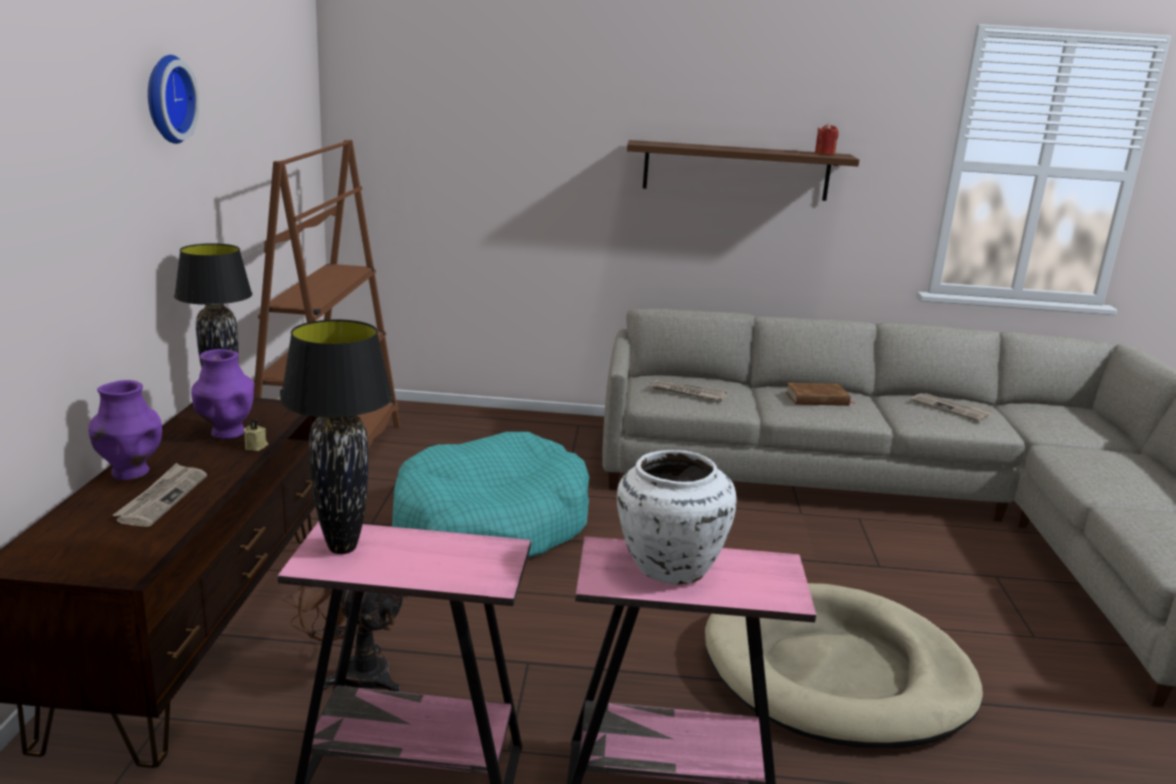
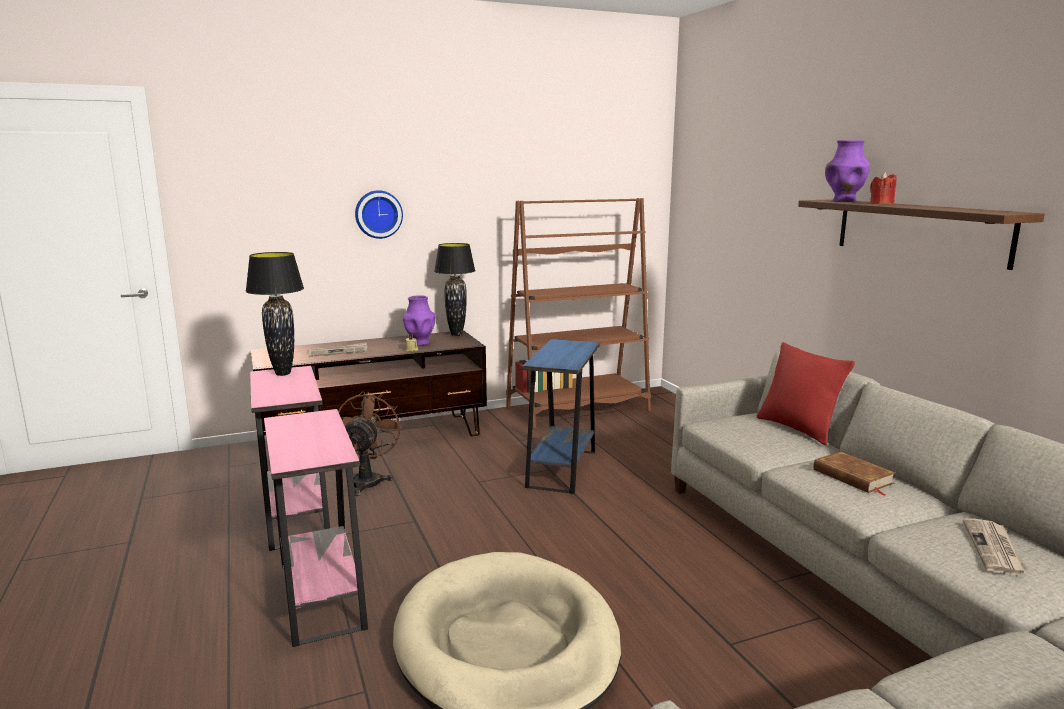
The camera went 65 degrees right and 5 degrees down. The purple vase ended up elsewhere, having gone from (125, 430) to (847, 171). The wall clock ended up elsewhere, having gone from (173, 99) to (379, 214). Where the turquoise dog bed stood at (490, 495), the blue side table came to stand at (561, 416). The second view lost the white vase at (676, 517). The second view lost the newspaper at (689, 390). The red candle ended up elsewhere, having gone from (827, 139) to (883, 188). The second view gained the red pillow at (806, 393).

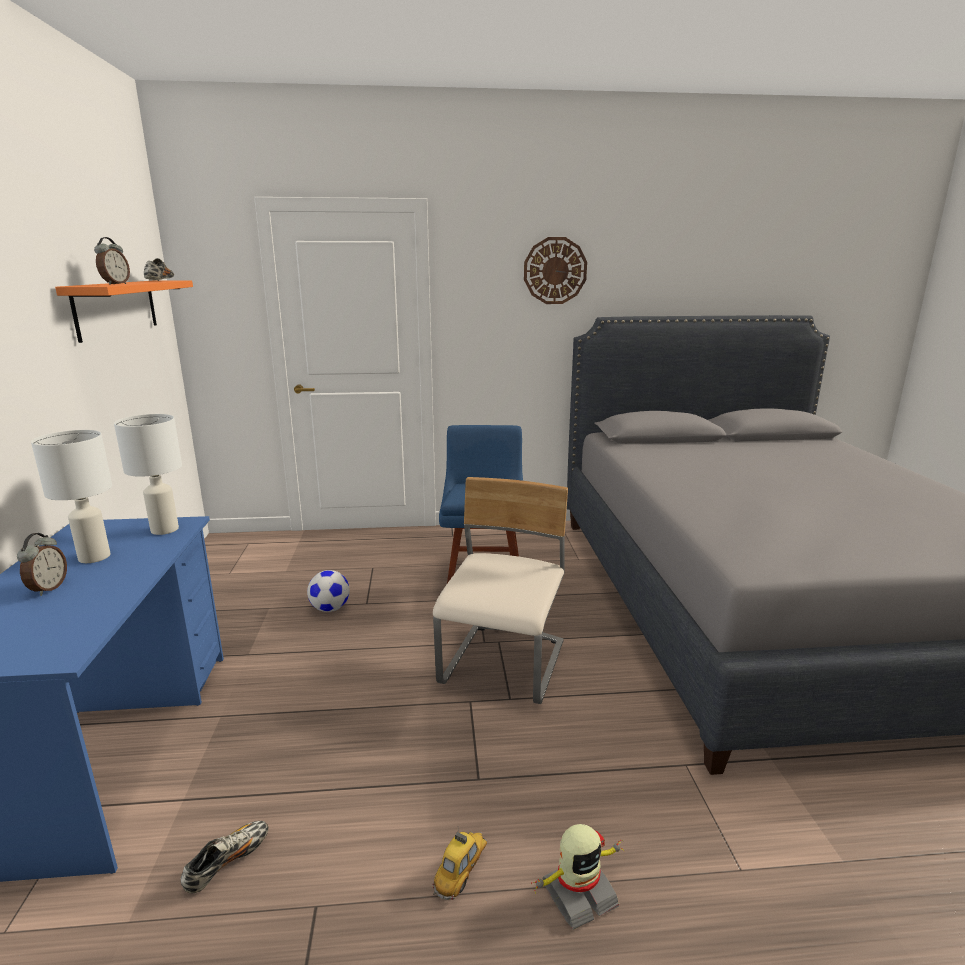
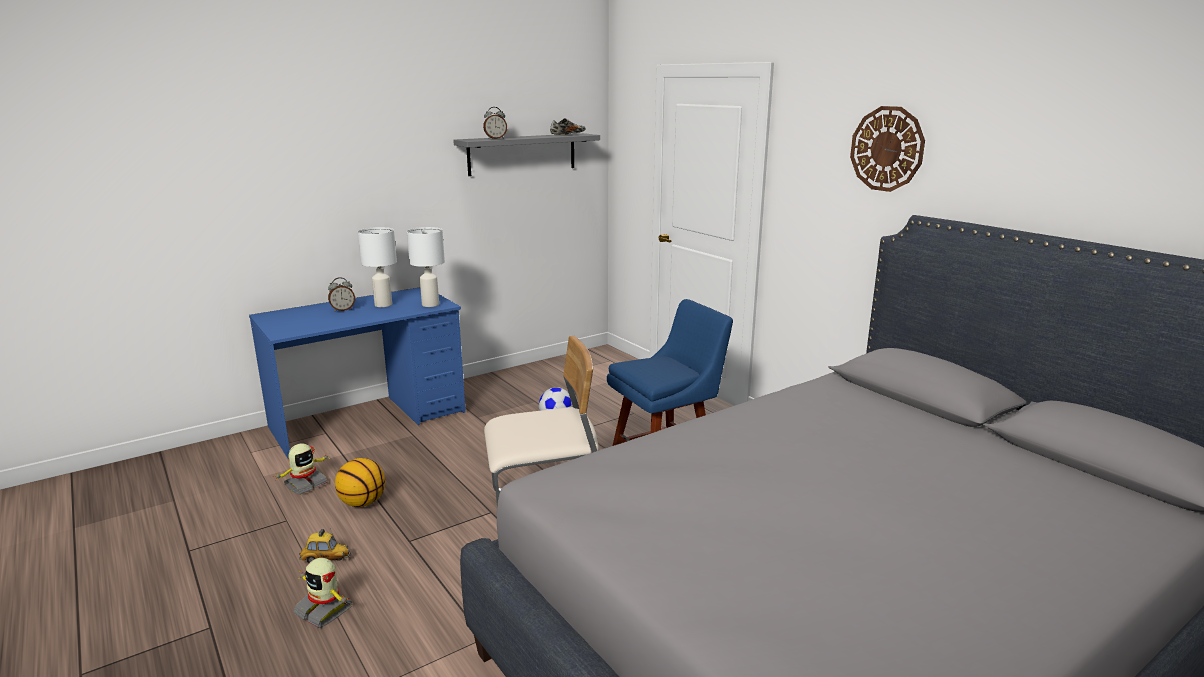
The camera went 60 degrees right and 0 degrees up. What was the orange shelf at (124, 311) turned into the grey shelf at (526, 154). Where the shoe stood at (224, 857), the toy robot came to stand at (303, 469). The second view gained the basketball at (360, 482).

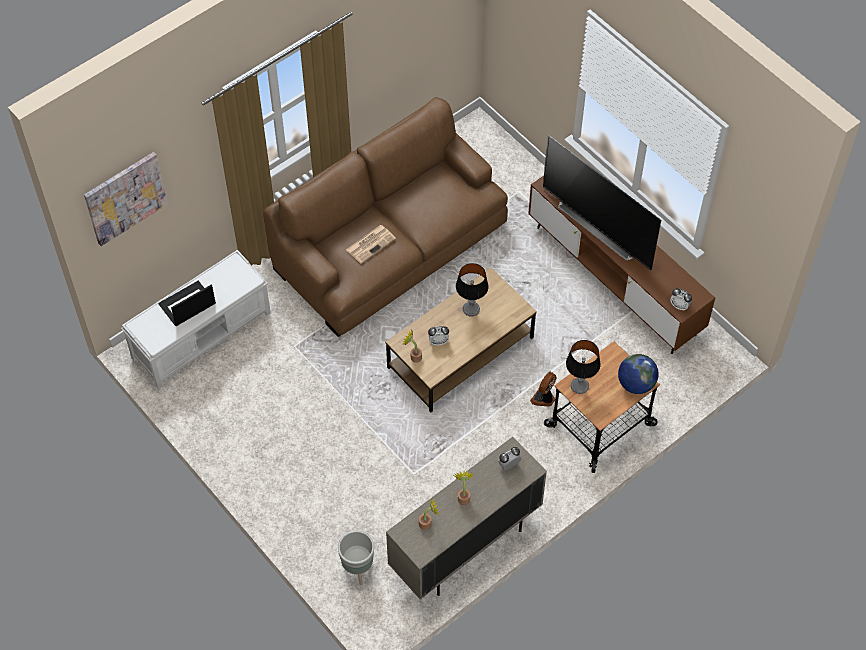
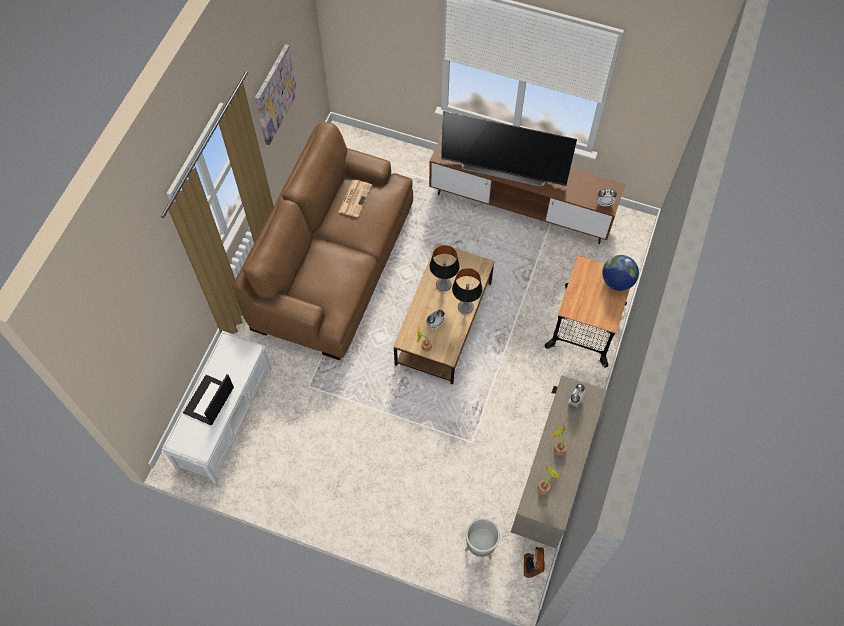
The camera went 30 degrees left and 5 degrees up. The picture ended up elsewhere, having gone from (126, 199) to (276, 94). The newspaper ended up elsewhere, having gone from (371, 244) to (355, 198). The fan ended up elsewhere, having gone from (543, 389) to (534, 562). The table lamp ended up elsewhere, having gone from (583, 367) to (467, 291).

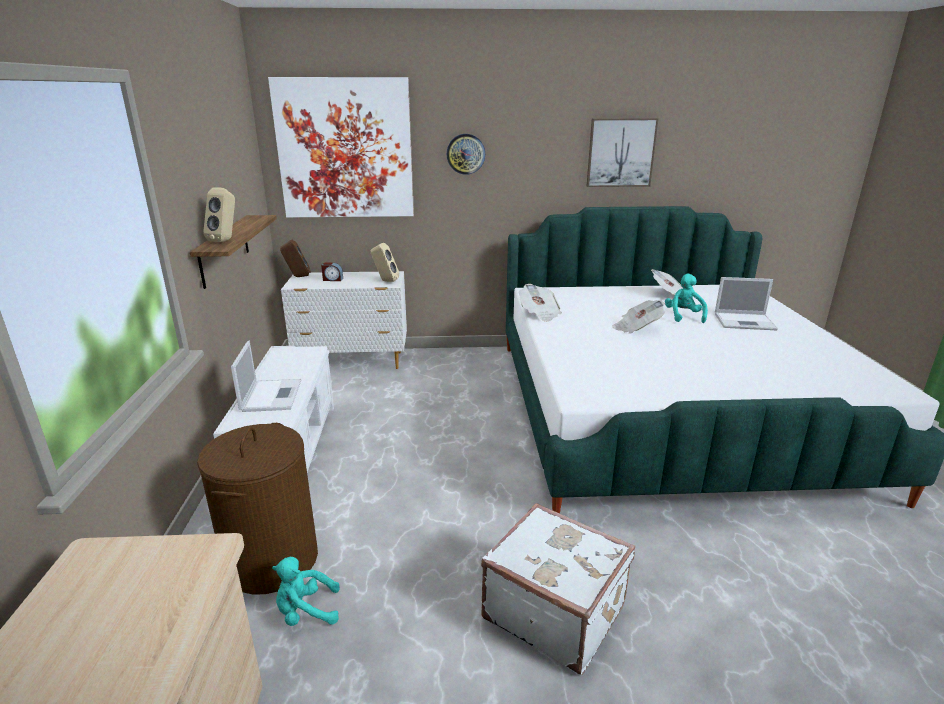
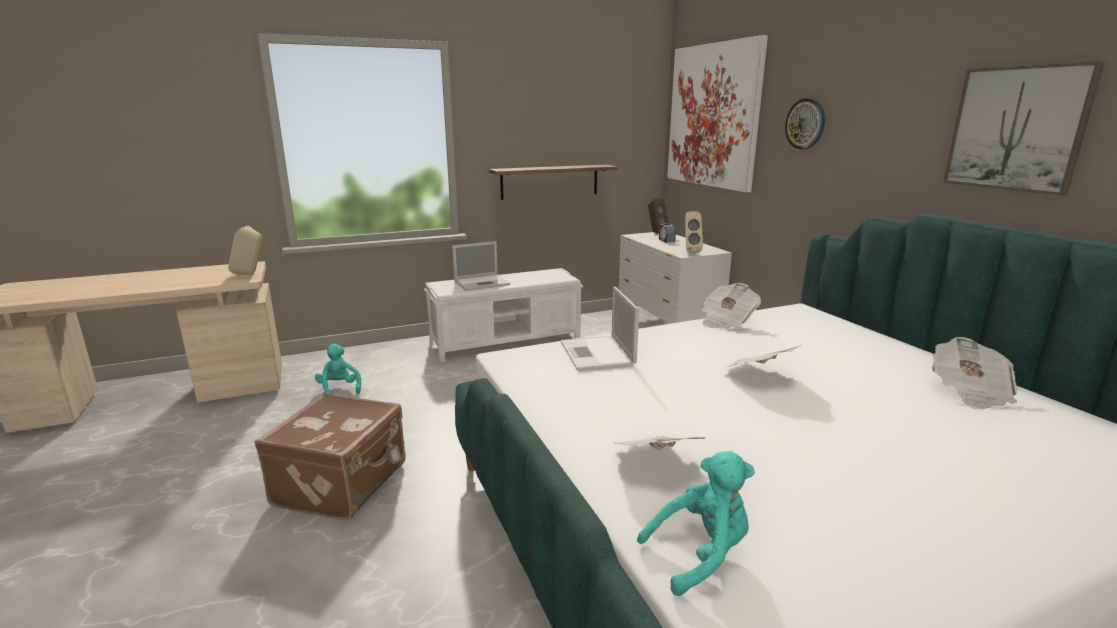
The camera went 70 degrees right and 5 degrees down. The second view lost the brown laundry basket at (257, 509). The beige speaker ended up elsewhere, having gone from (219, 214) to (245, 250). What was the white suitcase at (558, 589) turned into the brown suitcase at (330, 457). The turquoise plush toy ended up elsewhere, having gone from (686, 298) to (696, 523). The laptop ended up elsewhere, having gone from (746, 303) to (600, 328). The second view gained the newspaper at (660, 443).

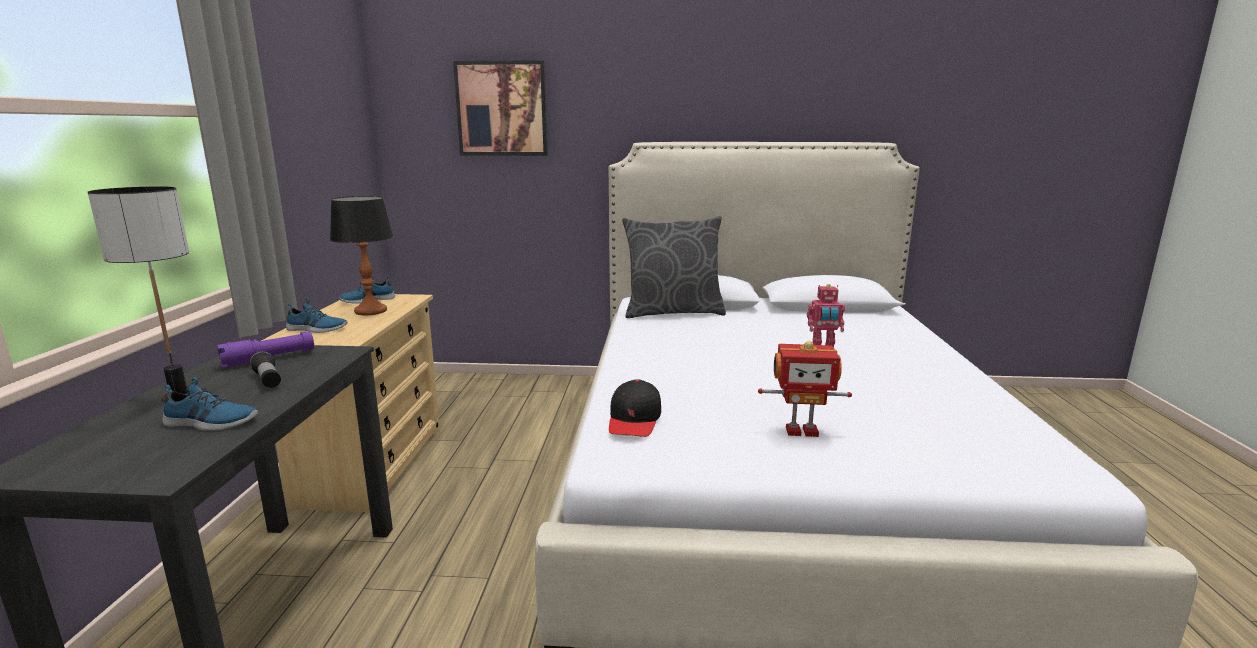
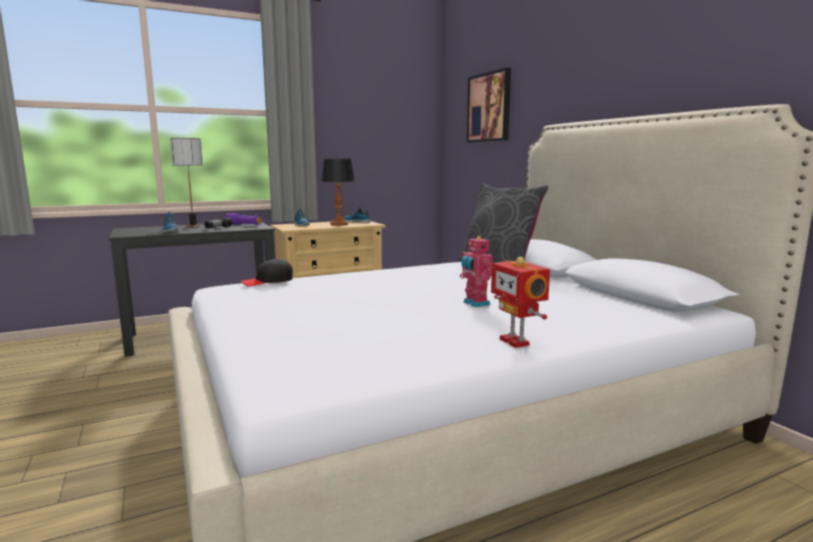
The camera went 60 degrees right and 5 degrees down. The toy robot ended up elsewhere, having gone from (805, 389) to (520, 302).

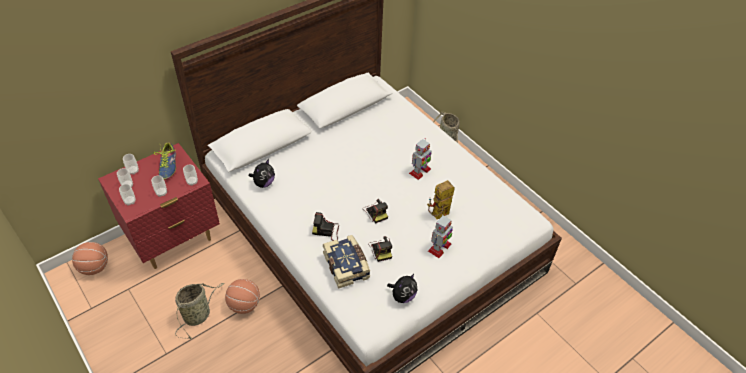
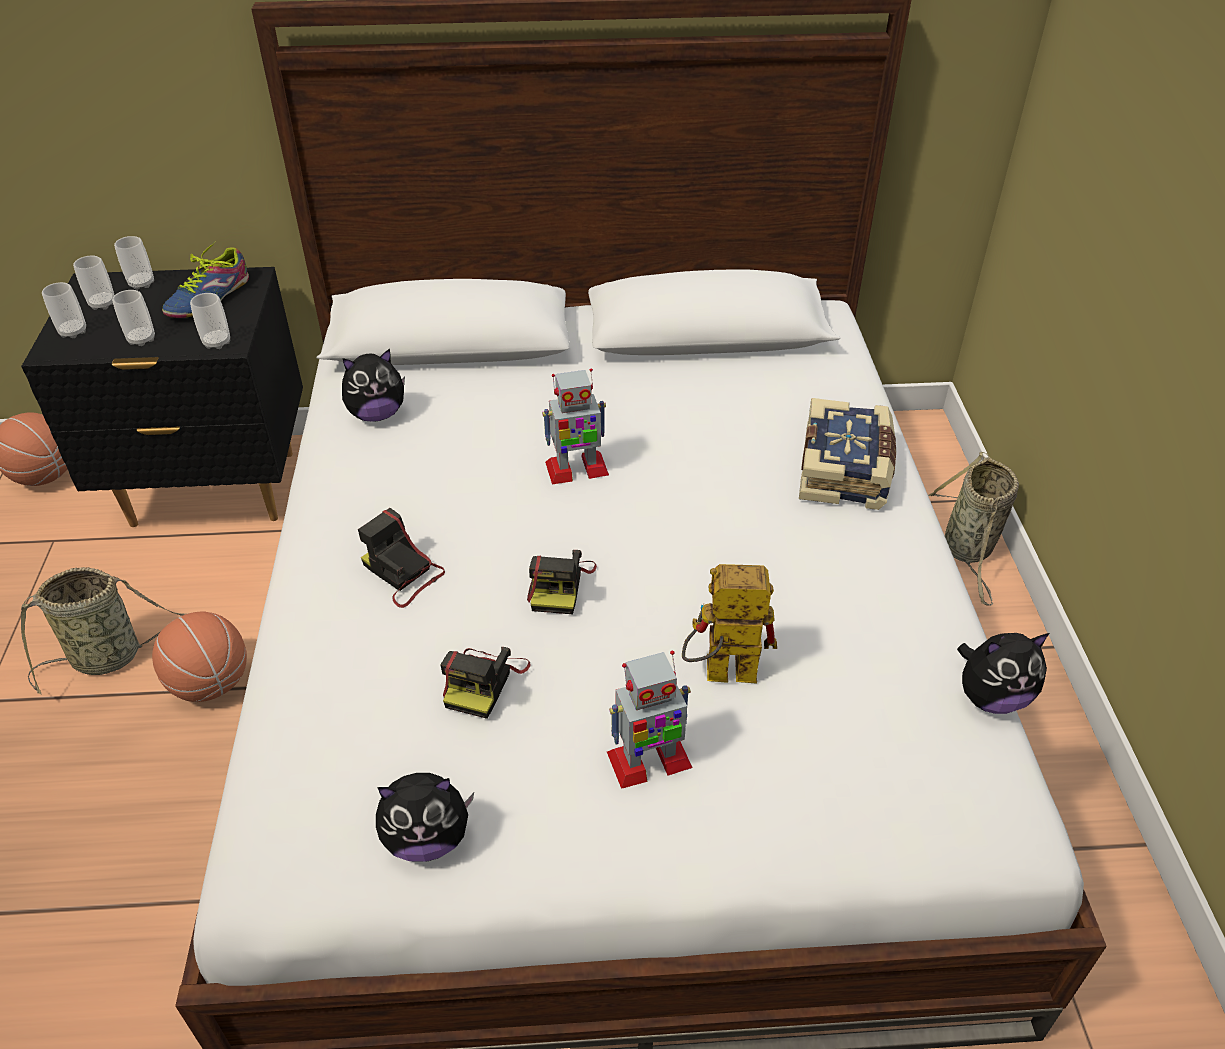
The camera went 35 degrees right and 5 degrees down. What was the red nightstand at (159, 206) turned into the black nightstand at (162, 397). The book ended up elsewhere, having gone from (346, 262) to (847, 454). The toy robot ended up elsewhere, having gone from (420, 159) to (575, 426). The second view gained the plush toy at (1003, 673).

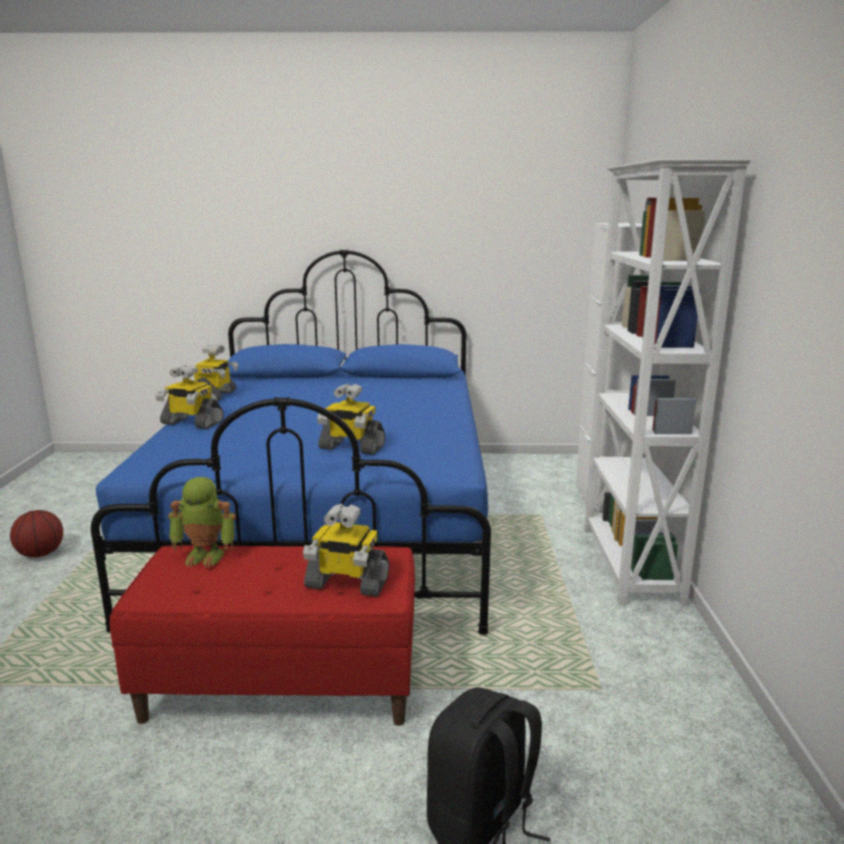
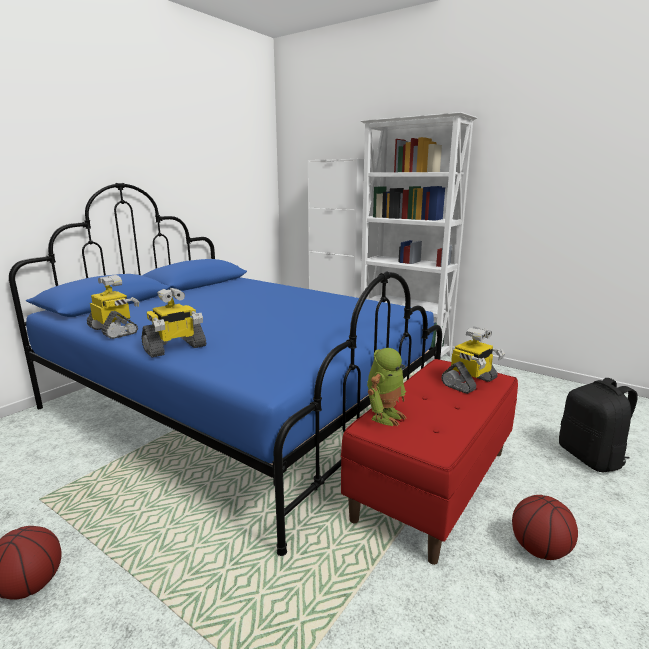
The camera went 55 degrees left and 0 degrees up. The second view lost the toy robot at (351, 419). The second view gained the basketball at (545, 527).

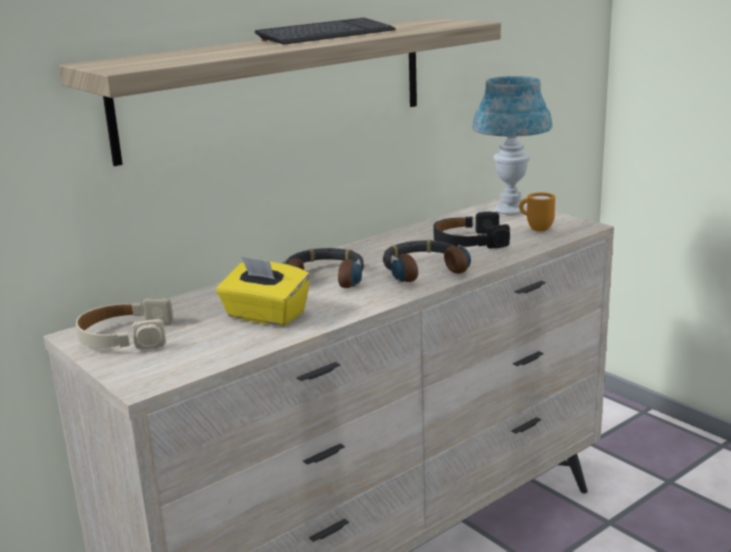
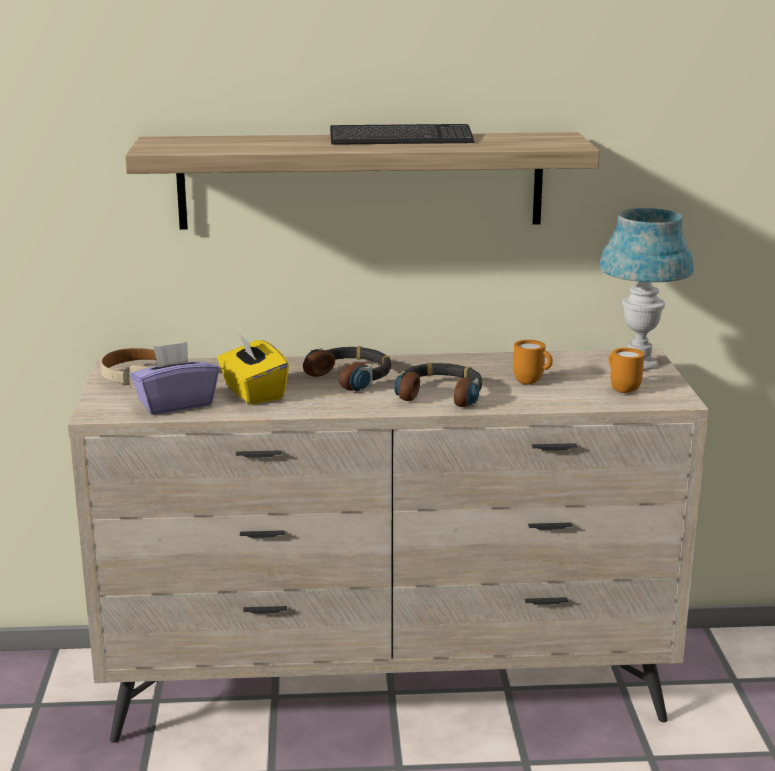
The camera went 35 degrees right and 0 degrees up. Where the black headphones stood at (472, 230), the orange mug came to stand at (533, 362). The second view gained the purple tissue box at (174, 378).

